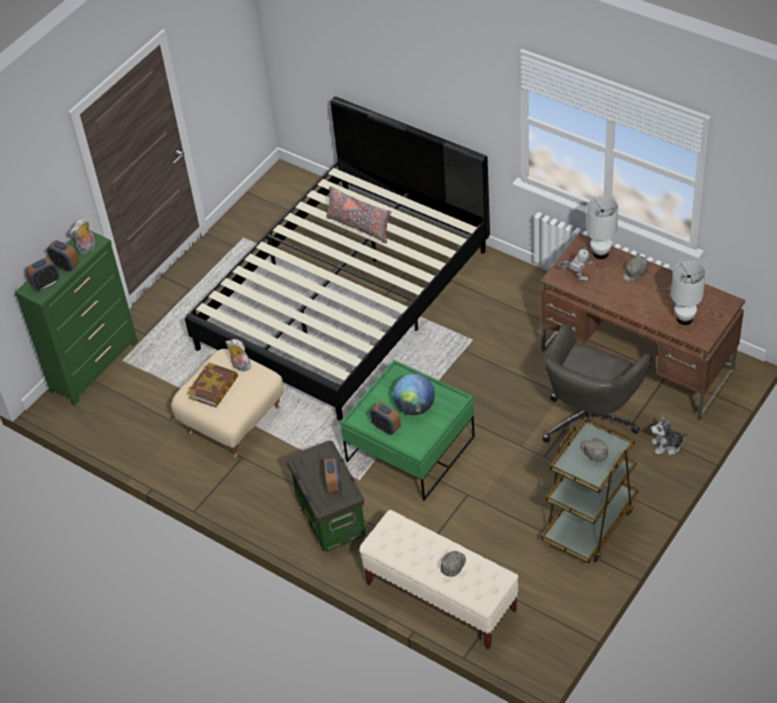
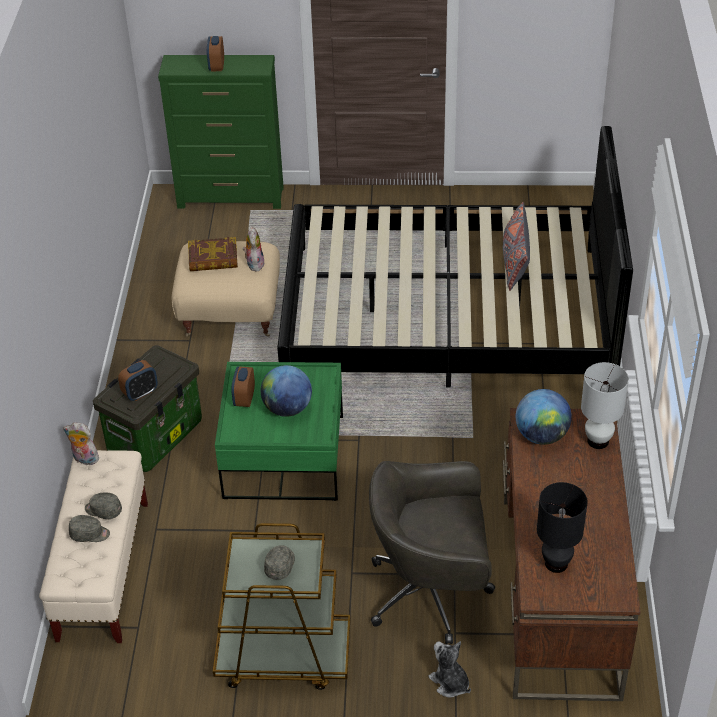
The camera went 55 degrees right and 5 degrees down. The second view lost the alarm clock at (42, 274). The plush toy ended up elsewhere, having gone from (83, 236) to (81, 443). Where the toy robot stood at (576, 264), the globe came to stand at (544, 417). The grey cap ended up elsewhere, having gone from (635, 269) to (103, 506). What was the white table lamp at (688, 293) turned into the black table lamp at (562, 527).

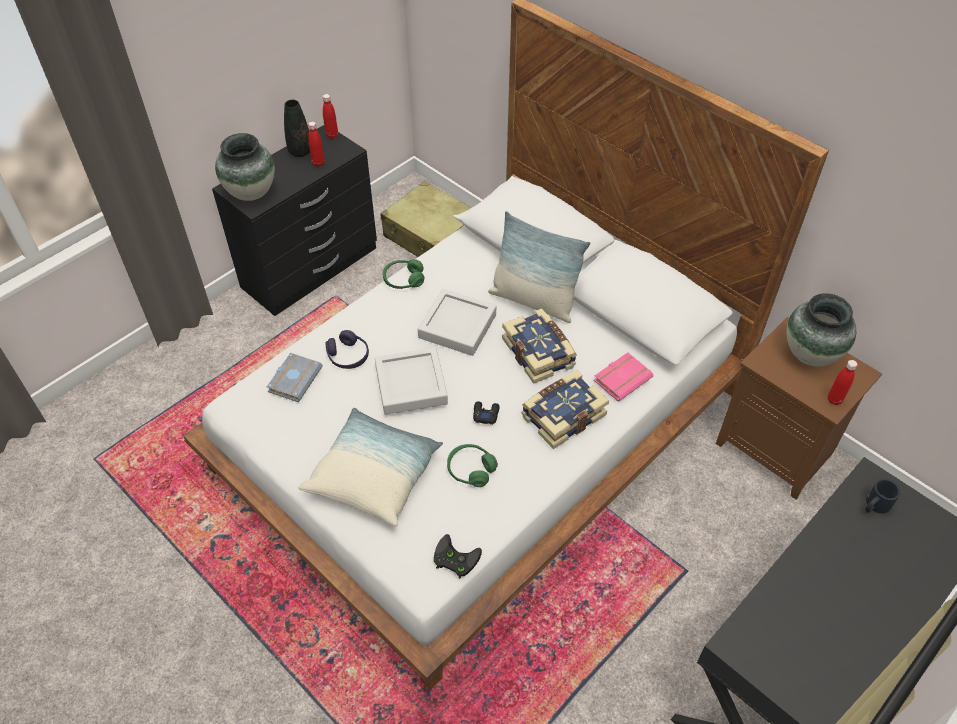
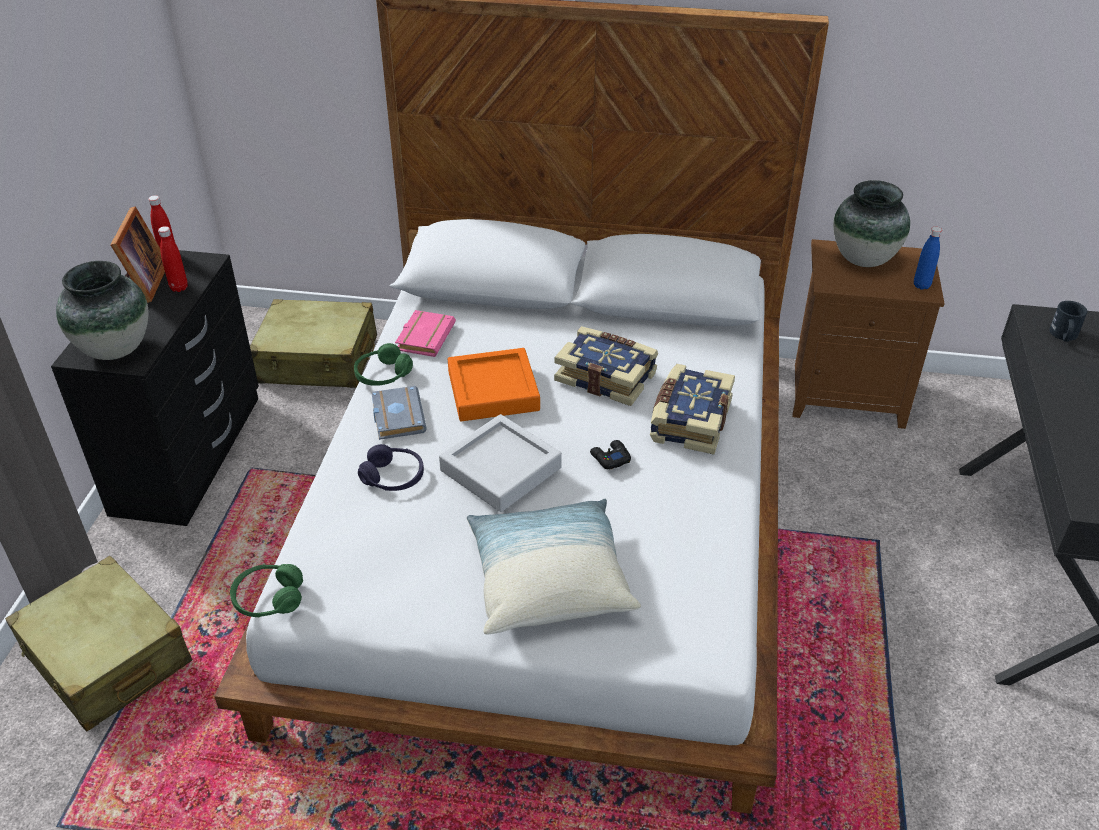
The camera went 35 degrees left and 10 degrees down. The grey book ended up elsewhere, having gone from (295, 377) to (399, 413). Where the black vase stood at (297, 128), the picture frame came to stand at (137, 254). What was the grey tray at (457, 322) turned into the orange tray at (494, 385). The second view lost the black game controller at (458, 556). The green headphones ended up elsewhere, having gone from (472, 465) to (266, 591). The second view lost the pillow at (539, 267). The pink book ended up elsewhere, having gone from (623, 376) to (425, 333). What was the red bottle at (843, 382) turned into the blue bottle at (928, 258). The second view gained the beige suitcase at (98, 643).

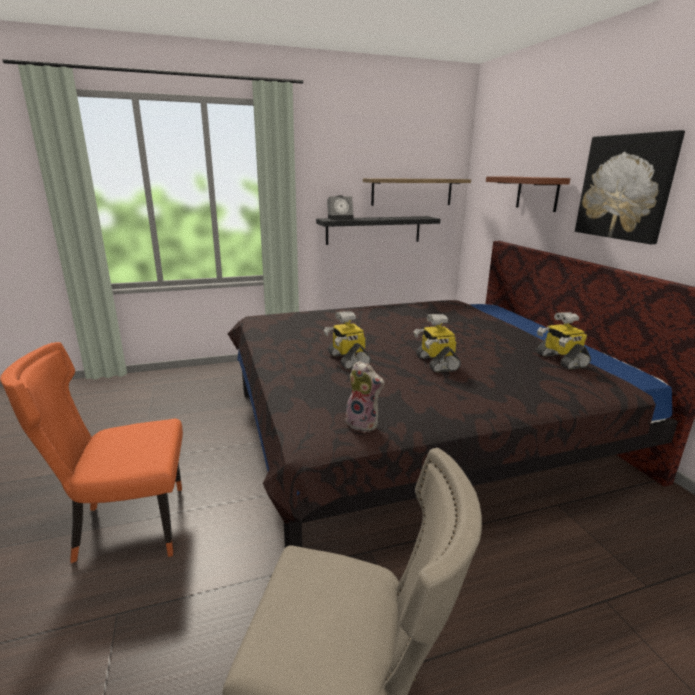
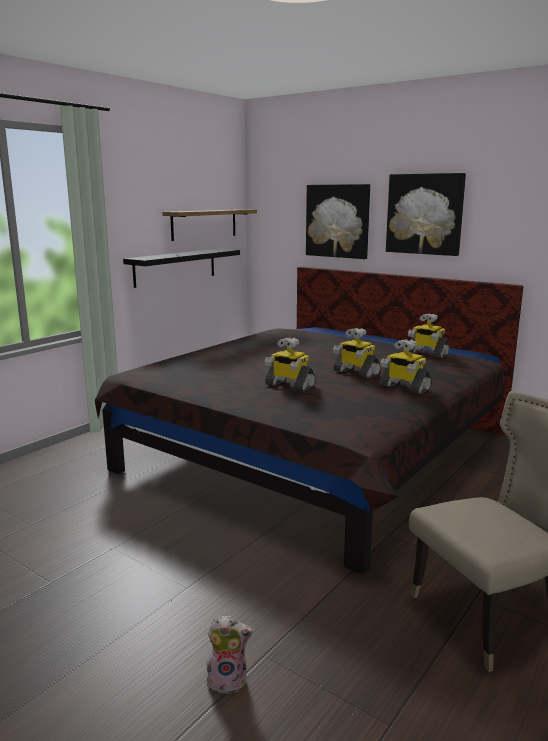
The camera went 35 degrees left and 5 degrees down. The second view lost the orange chair at (91, 452). The second view lost the alarm clock at (340, 207). The plush toy ended up elsewhere, having gone from (364, 396) to (229, 655). Where the brown shelf hung at (528, 194), the picture came to hang at (338, 221). The second view gained the toy robot at (405, 366).

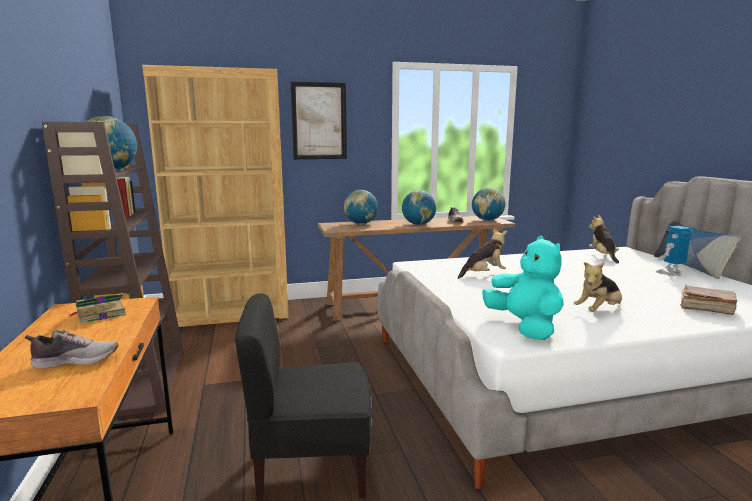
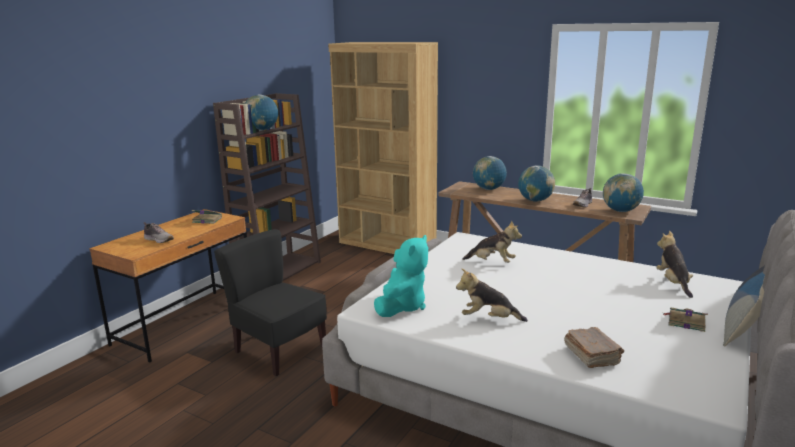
The camera went 45 degrees right and 5 degrees up. The second view lost the picture at (319, 120). The plush toy at (604, 239) ended up facing another way, 45 degrees counterclockwise from before. Where the toy robot stood at (674, 251), the book came to stand at (685, 320).

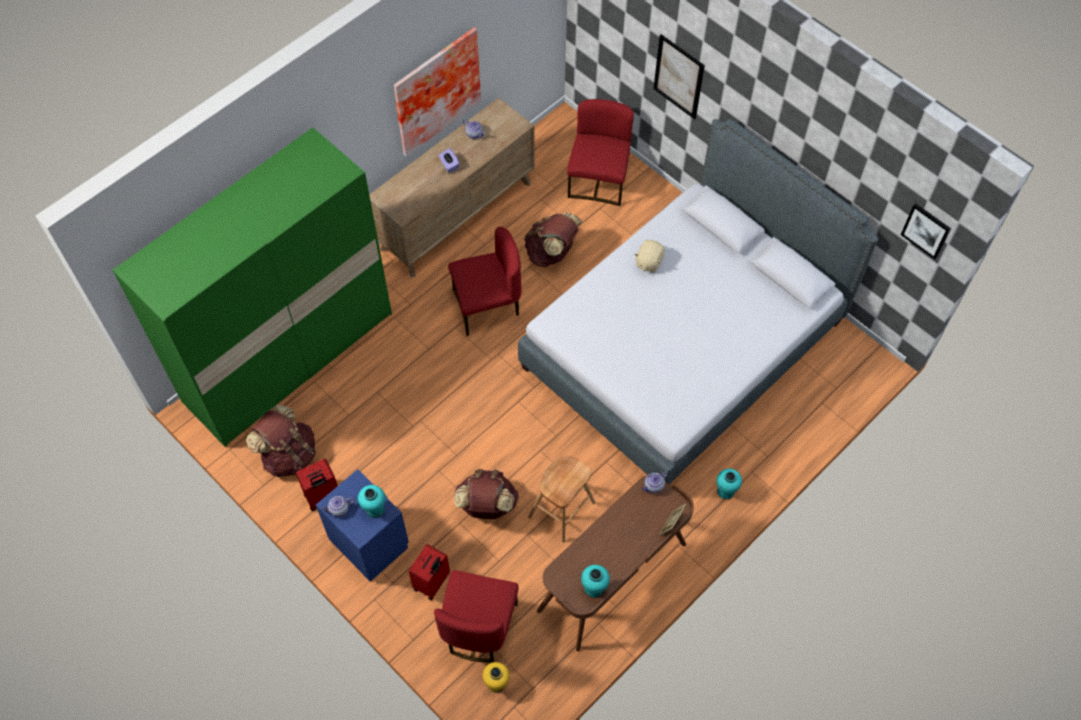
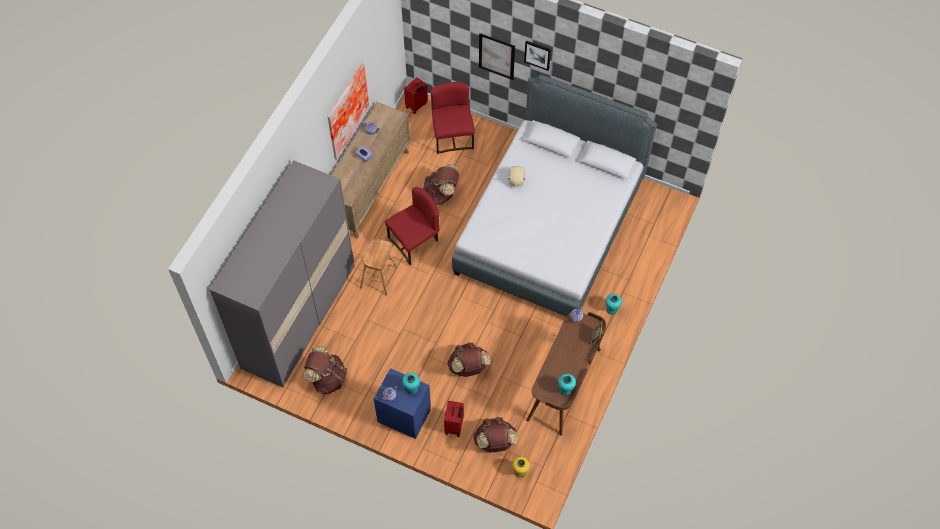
The camera went 20 degrees left and 0 degrees up. What was the green wardrobe at (252, 287) turned into the grey wardrobe at (282, 273). The red suitcase ended up elsewhere, having gone from (317, 485) to (416, 95). Where the red chair stood at (476, 616), the brown backpack came to stand at (495, 435). The brown stool ended up elsewhere, having gone from (561, 499) to (379, 267). The picture ended up elsewhere, having gone from (926, 231) to (537, 56).

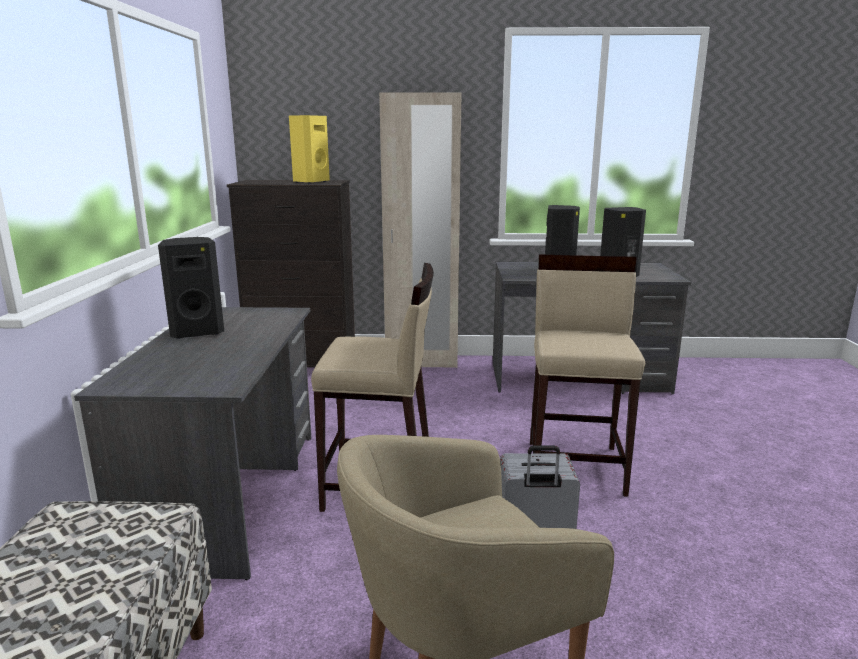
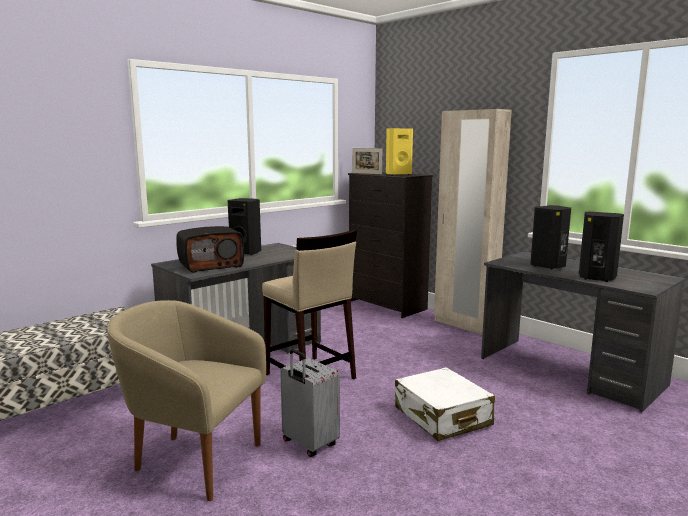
The camera went 45 degrees right and 5 degrees down. Where the beige stool stood at (587, 375), the white suitcase came to stand at (445, 404). The second view gained the radio at (210, 249). The second view gained the picture frame at (367, 161).

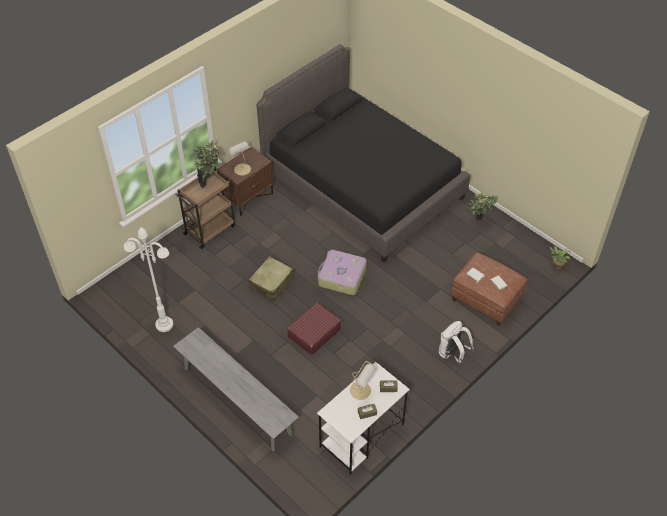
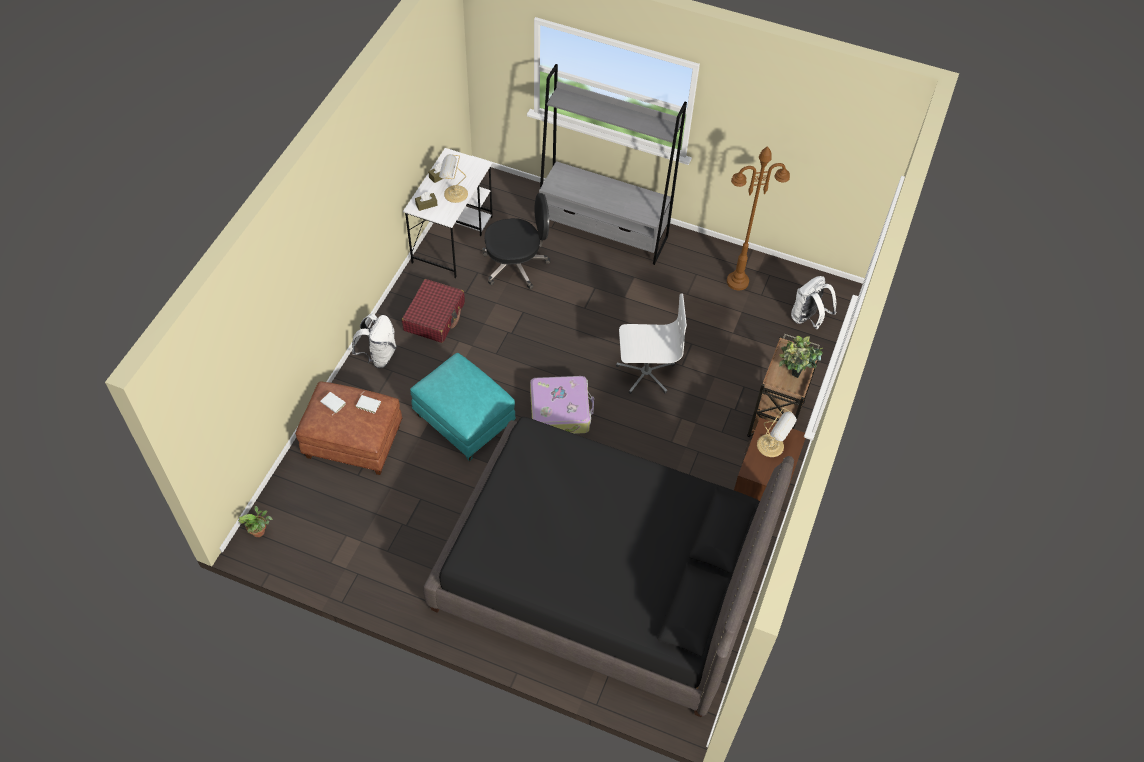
The camera went 155 degrees right and 5 degrees up. What was the white floor lamp at (148, 279) turned into the brown floor lamp at (758, 218). Where the grey bench stood at (236, 389), the grey bookcase came to stand at (613, 164). Where the beige suitcase stood at (271, 278), the white office chair came to stand at (651, 343). The red suitcase ended up elsewhere, having gone from (314, 329) to (433, 311). The second view lost the potted plant at (482, 206). The second view gained the turquoise ottoman at (463, 407). The second view gained the black office chair at (516, 241). The second view gained the white backpack at (814, 302).

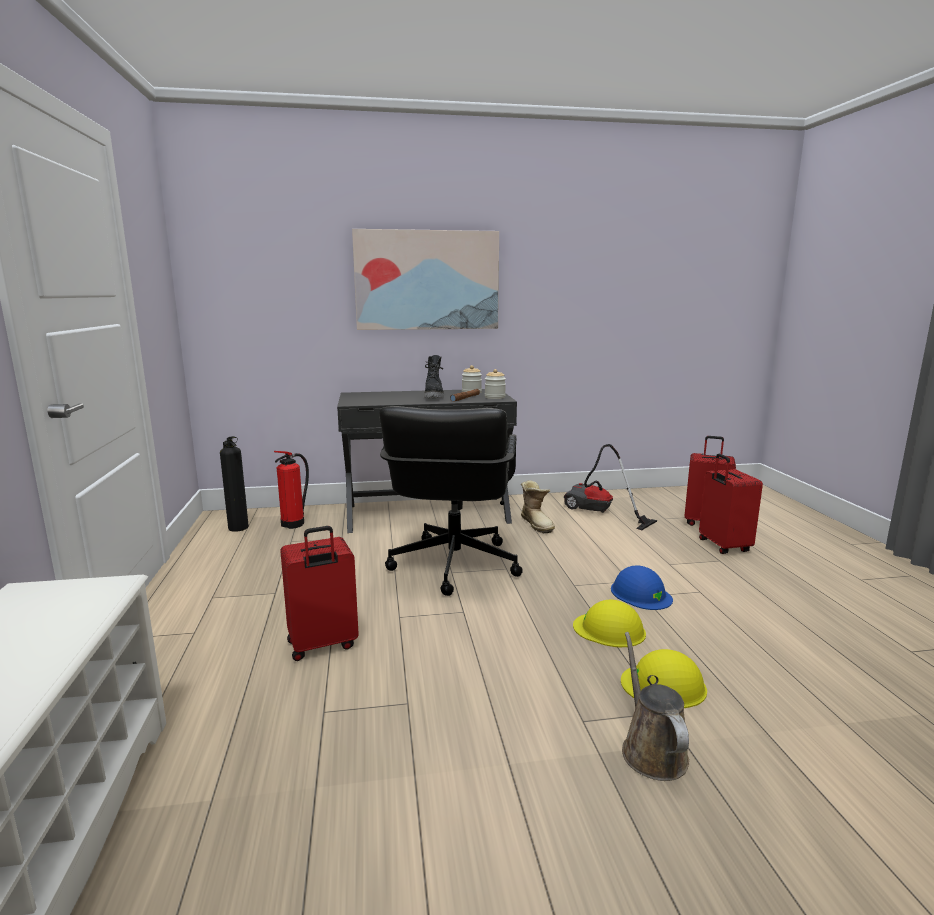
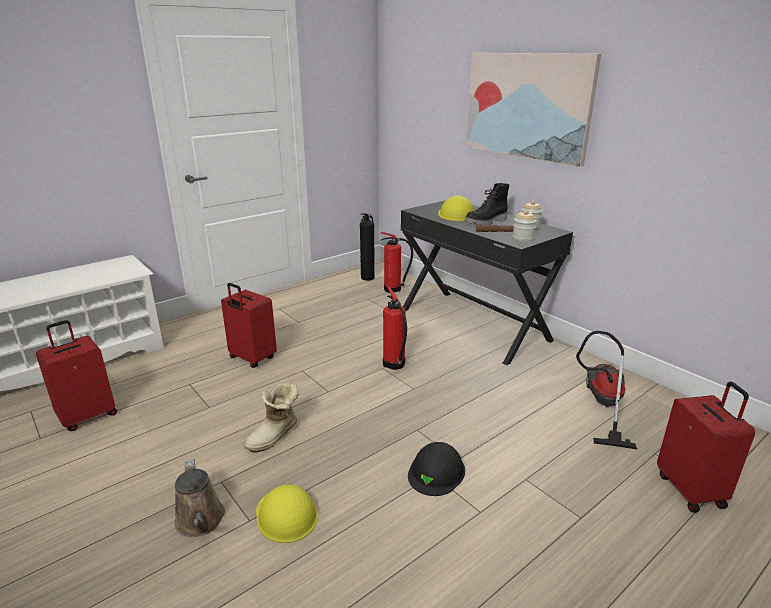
The camera went 60 degrees right and 10 degrees up. Where the black office chair stood at (451, 501), the fire extinguisher came to stand at (395, 328). The boot ended up elsewhere, having gone from (538, 506) to (271, 418). The yellow hard hat ended up elsewhere, having gone from (609, 623) to (456, 208). What was the blue hard hat at (642, 587) turned into the black hard hat at (436, 469). The brown watering can at (655, 706) ended up facing another way, 105 degrees clockwise from before. The red suitcase ended up elsewhere, having gone from (731, 504) to (76, 375).

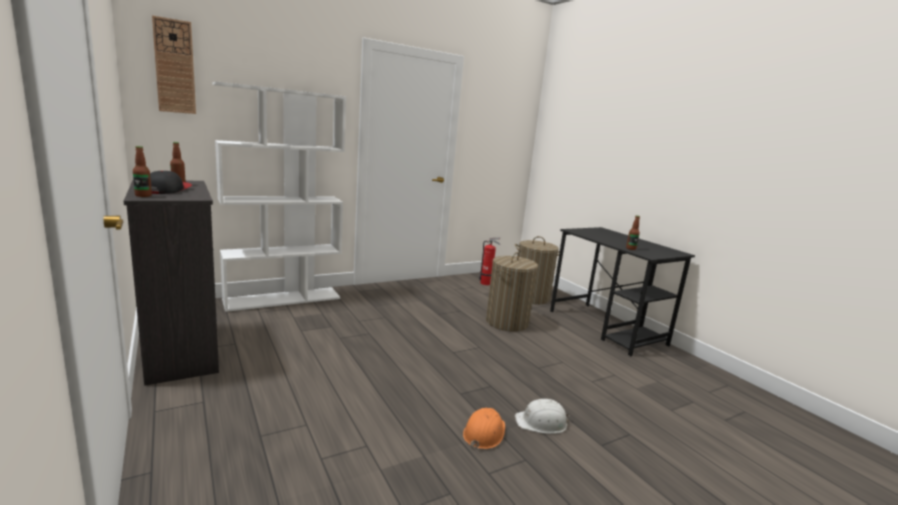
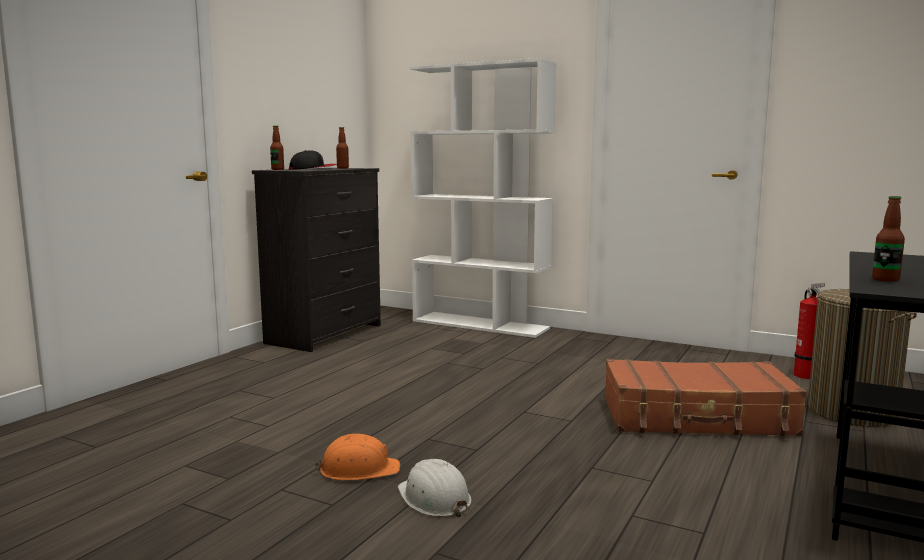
The camera went 60 degrees right and 5 degrees down. The second view lost the wall clock at (174, 65). Where the laundry basket stood at (512, 292), the brown suitcase came to stand at (706, 397).

